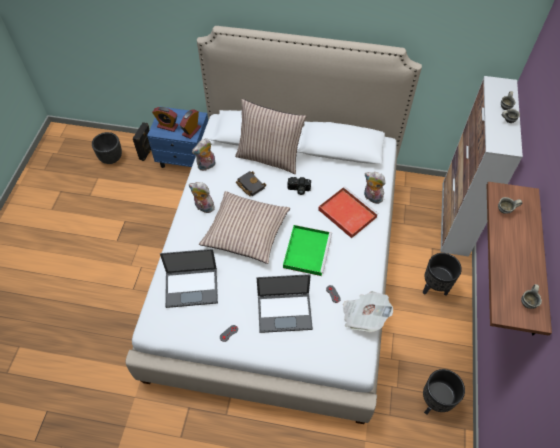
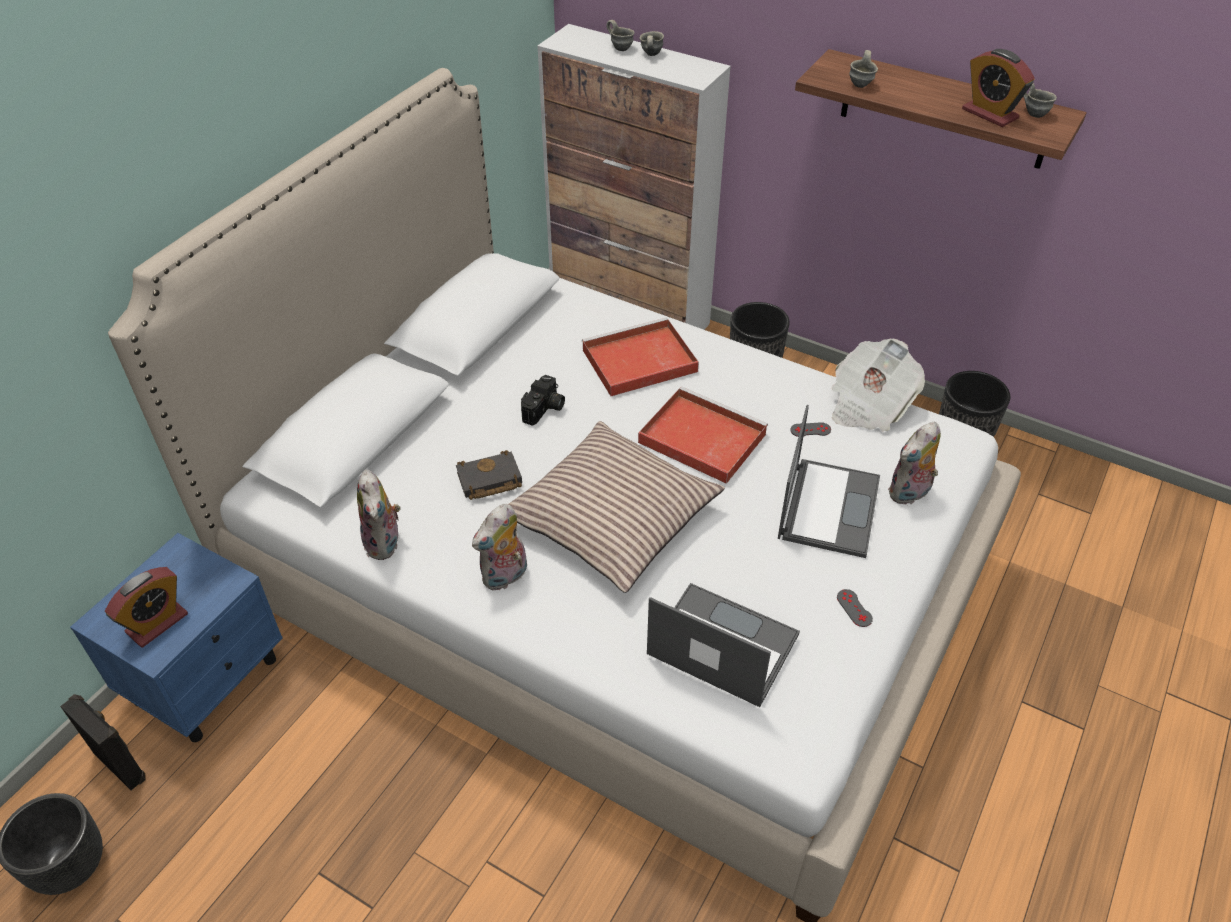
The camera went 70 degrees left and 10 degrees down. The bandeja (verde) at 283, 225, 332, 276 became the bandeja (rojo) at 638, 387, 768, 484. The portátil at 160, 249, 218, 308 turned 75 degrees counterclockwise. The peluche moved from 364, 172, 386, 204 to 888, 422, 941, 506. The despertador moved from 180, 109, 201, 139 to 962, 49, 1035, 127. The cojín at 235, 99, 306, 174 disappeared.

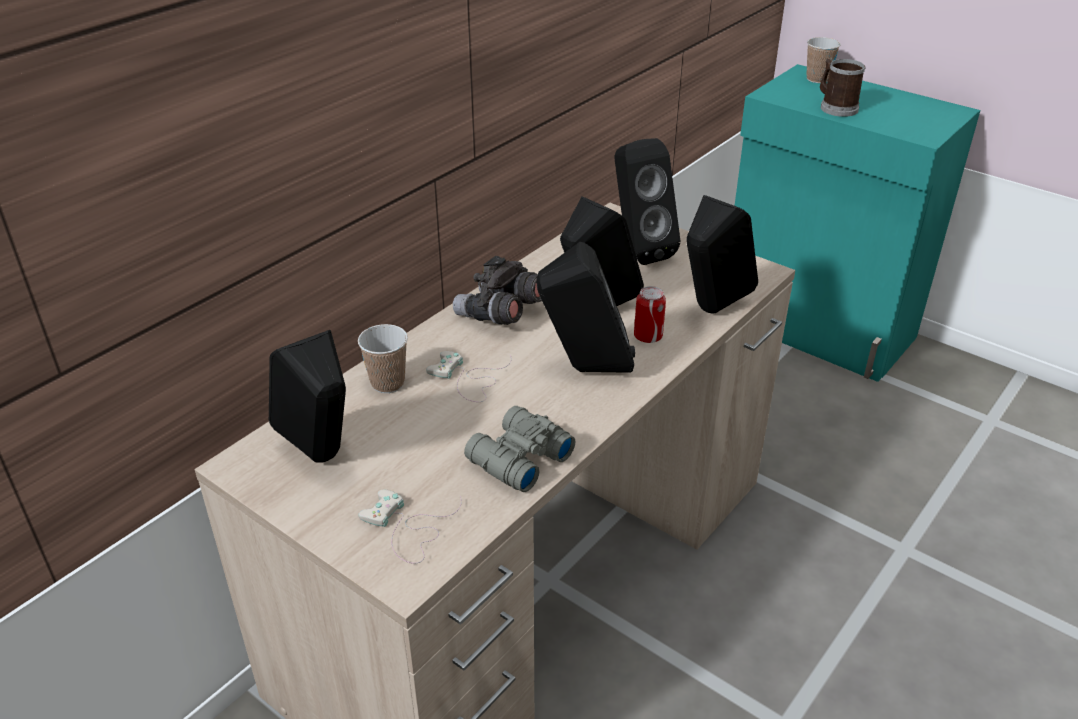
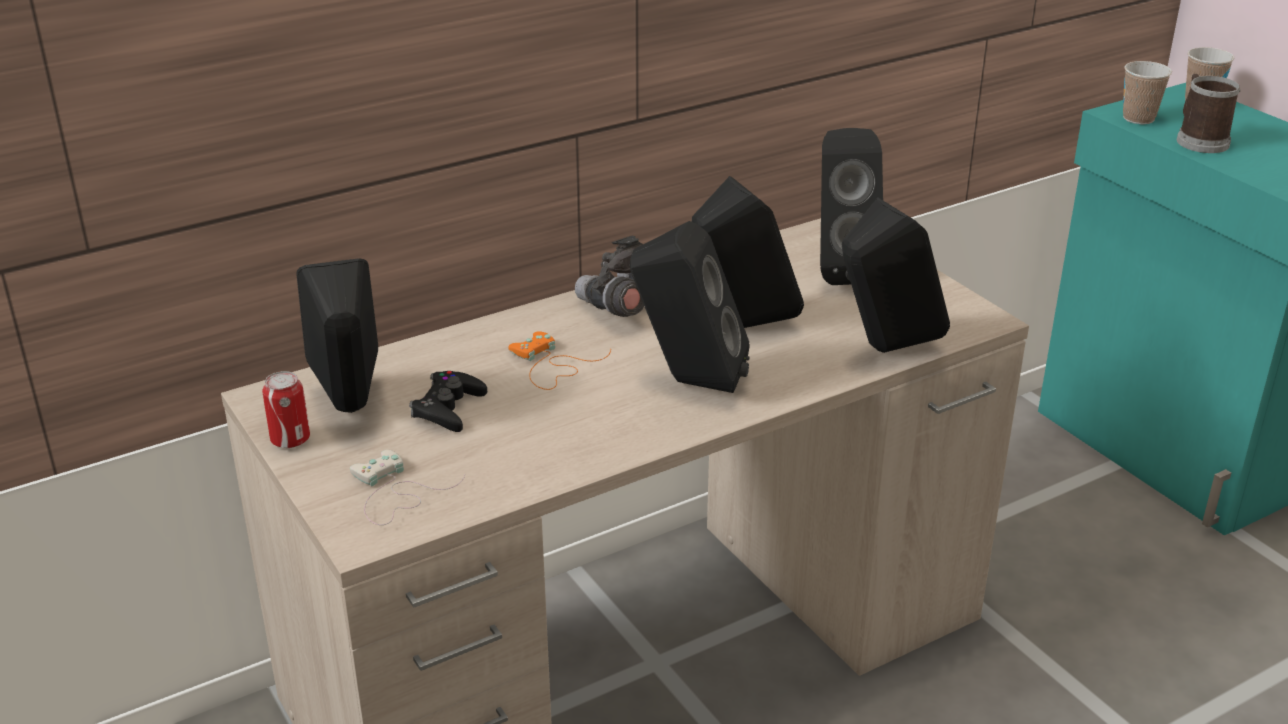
The camera went 20 degrees right and 5 degrees down. The lata moved from 634, 286, 666, 343 to 262, 371, 310, 448. The mando de consola (negro) at 409, 371, 487, 432 appeared. The mando de consola (blanco) at 426, 351, 512, 402 became the mando de consola (naranja) at 508, 331, 611, 390. The taza moved from 358, 324, 408, 393 to 1123, 61, 1172, 124. The prismáticos (gris) at 464, 406, 576, 492 disappeared.

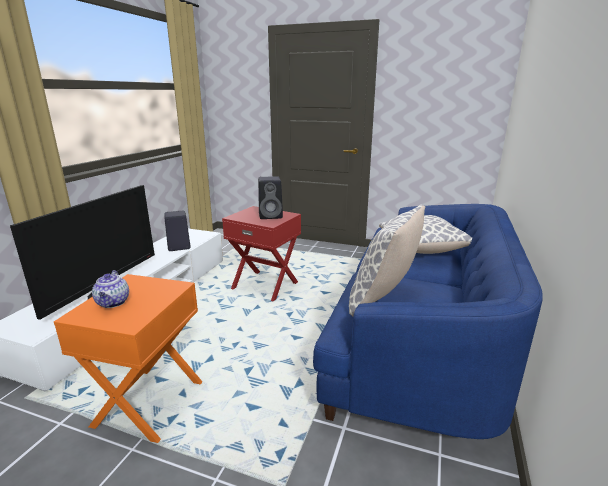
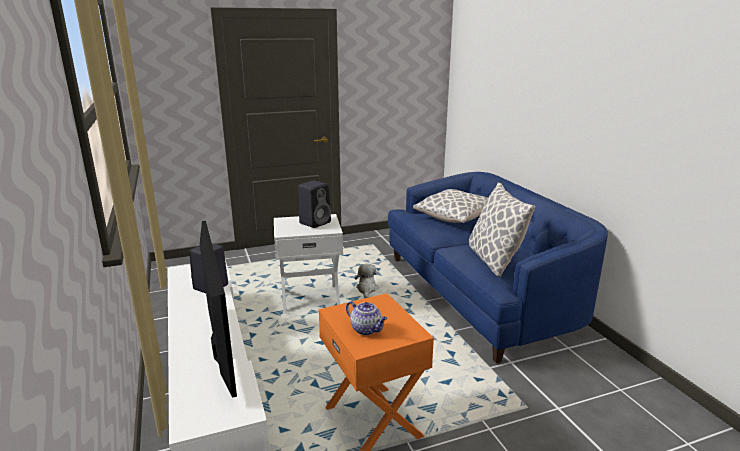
The camera went 40 degrees left and 0 degrees up. The mesa auxiliar (rojo) at 222, 206, 301, 301 became the mesa auxiliar (blanco) at 274, 214, 343, 314. The peluche at 355, 264, 379, 298 appeared.

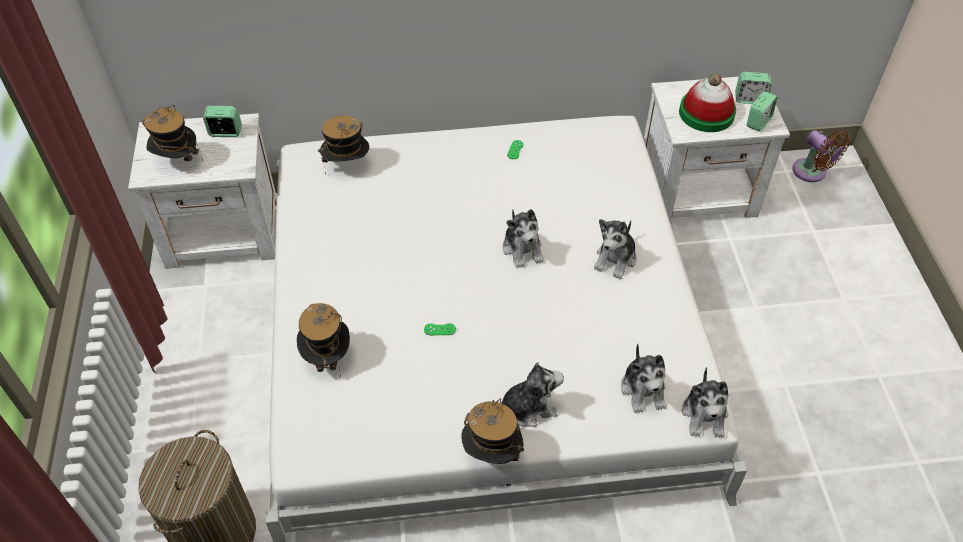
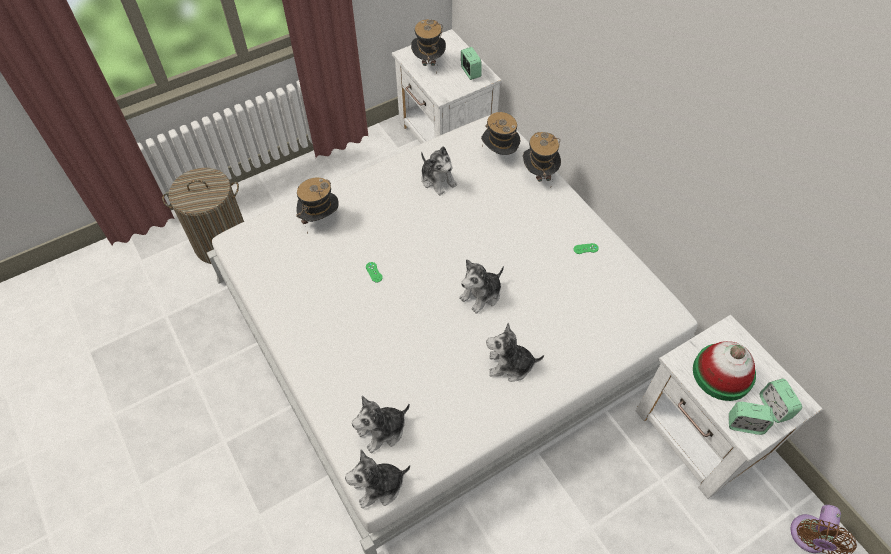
The camera went 65 degrees right and 5 degrees up. The peluche moved from 492, 362, 564, 427 to 421, 146, 457, 195. The sombrero moved from 461, 398, 524, 464 to 523, 132, 561, 182.

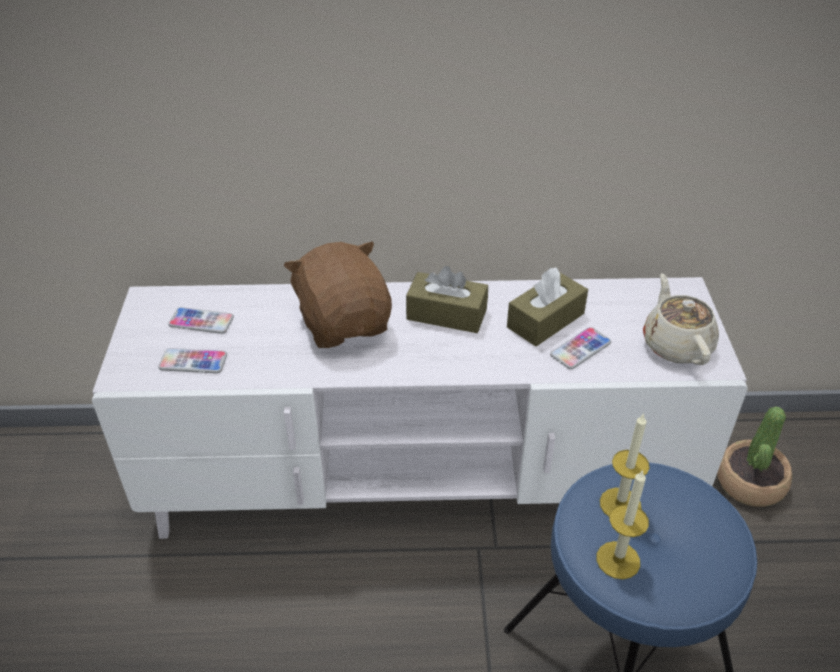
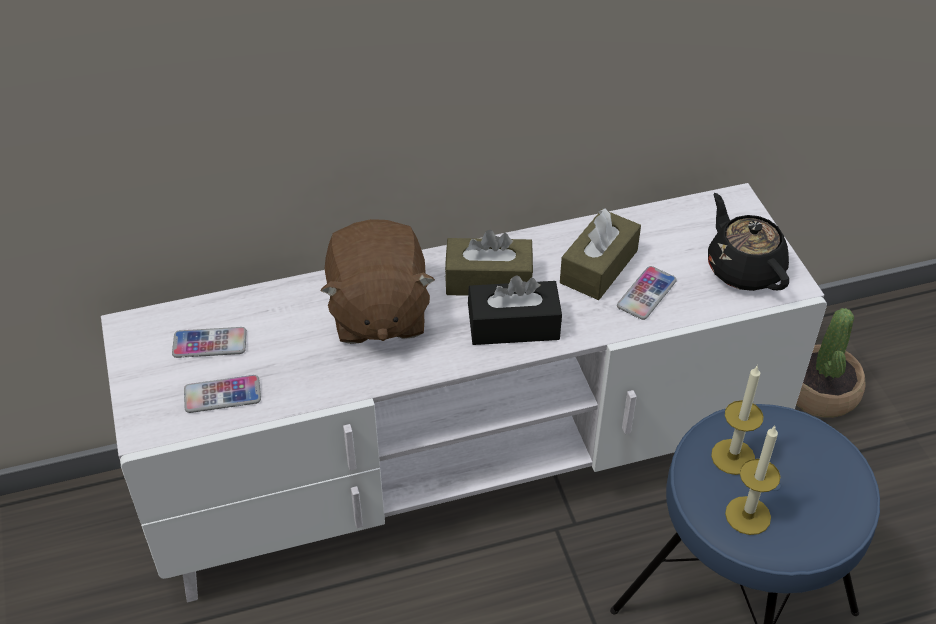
The camera went 15 degrees left and 5 degrees up. The peluche (marrón) at 284, 242, 392, 348 turned 150 degrees counterclockwise. The caja de pañuelos (negro) at 468, 275, 562, 345 appeared. The tetera (beis) at 643, 273, 719, 365 became the tetera (negro) at 708, 193, 789, 291.

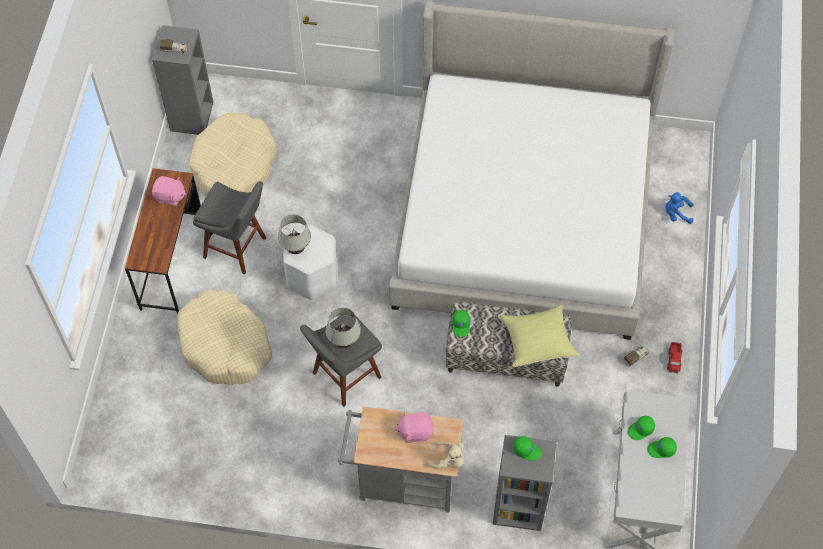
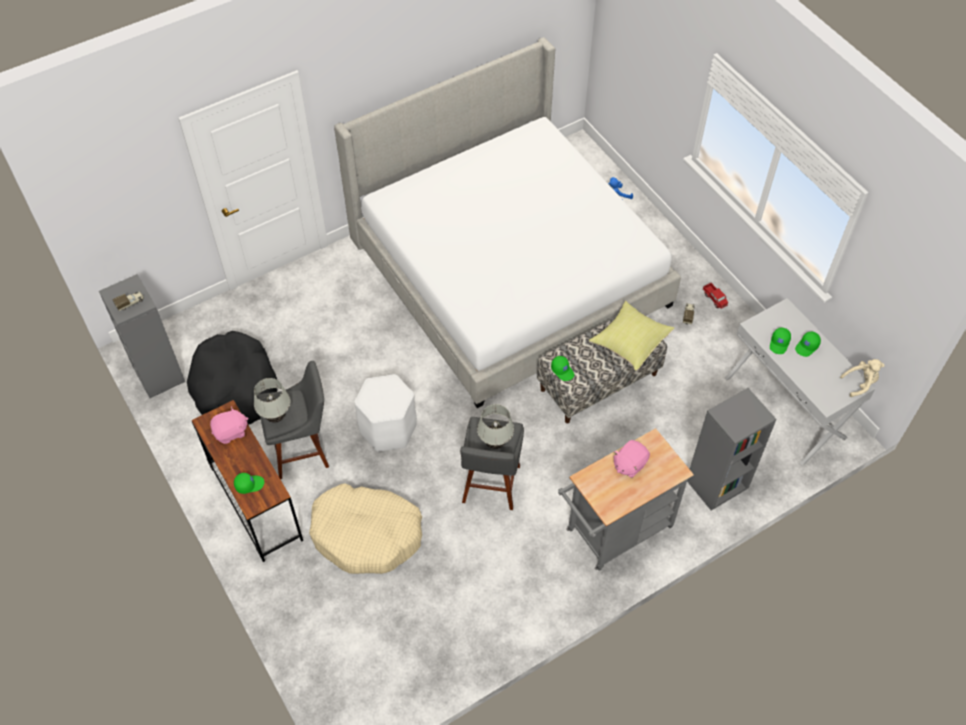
The camera went 40 degrees left and 5 degrees down. The cama para perro (beis) at 189, 112, 277, 196 became the cama para perro (negro) at 187, 331, 278, 425. The gorra (verde) moved from 513, 436, 542, 461 to 234, 473, 264, 494. The lámpara de mesa (blanco) moved from 278, 214, 311, 254 to 254, 378, 290, 423. The peluche (beis) moved from 427, 442, 464, 469 to 840, 359, 885, 397.

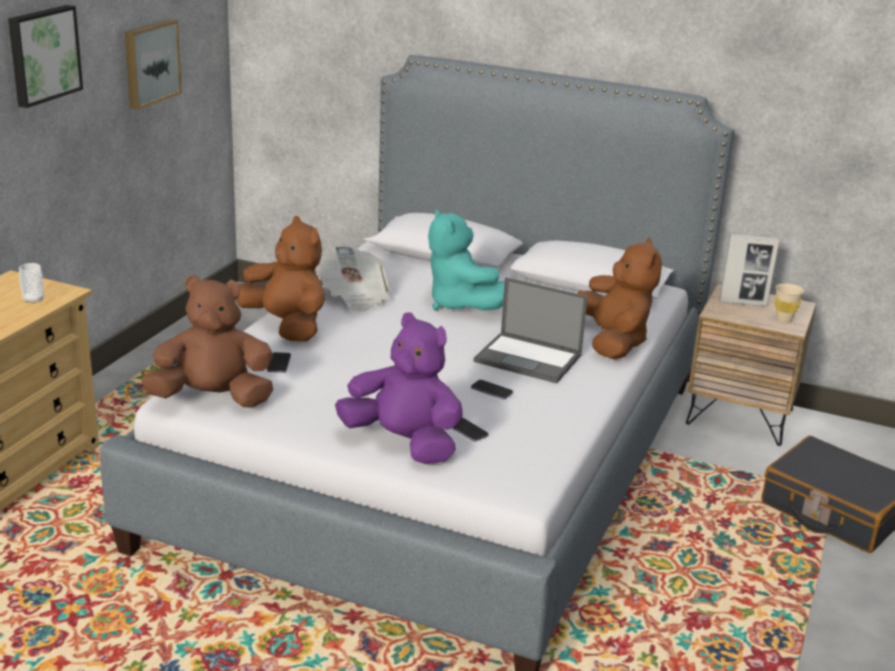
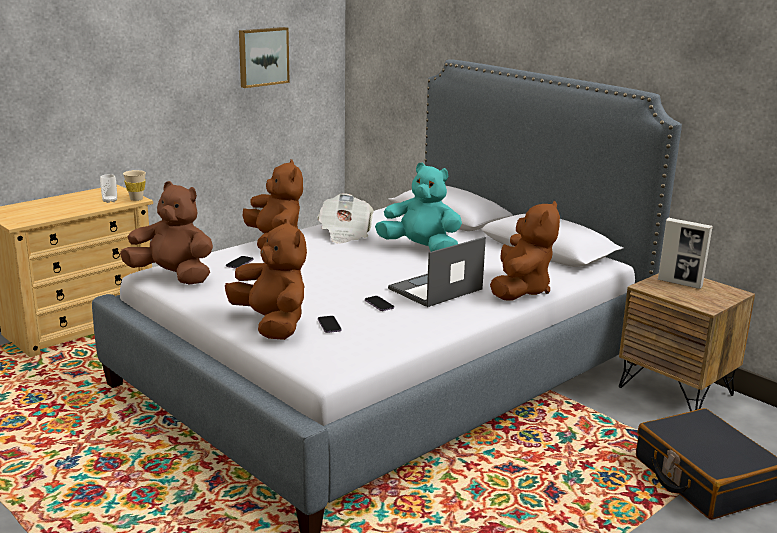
The camera went 25 degrees right and 5 degrees down. The taza (beis) moved from 775, 284, 804, 323 to 123, 170, 146, 201. The peluche (morado) at 335, 312, 463, 464 became the peluche (marrón) at 225, 219, 307, 340. The peluche (turquesa) at 428, 209, 505, 311 turned 120 degrees clockwise. The portátil at 473, 277, 588, 383 turned 90 degrees clockwise. The cuadro at 8, 5, 83, 108 disappeared.

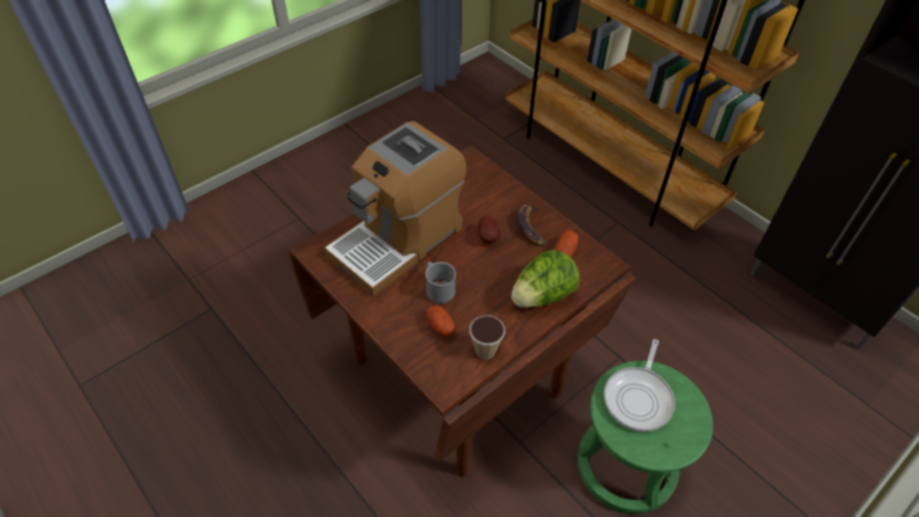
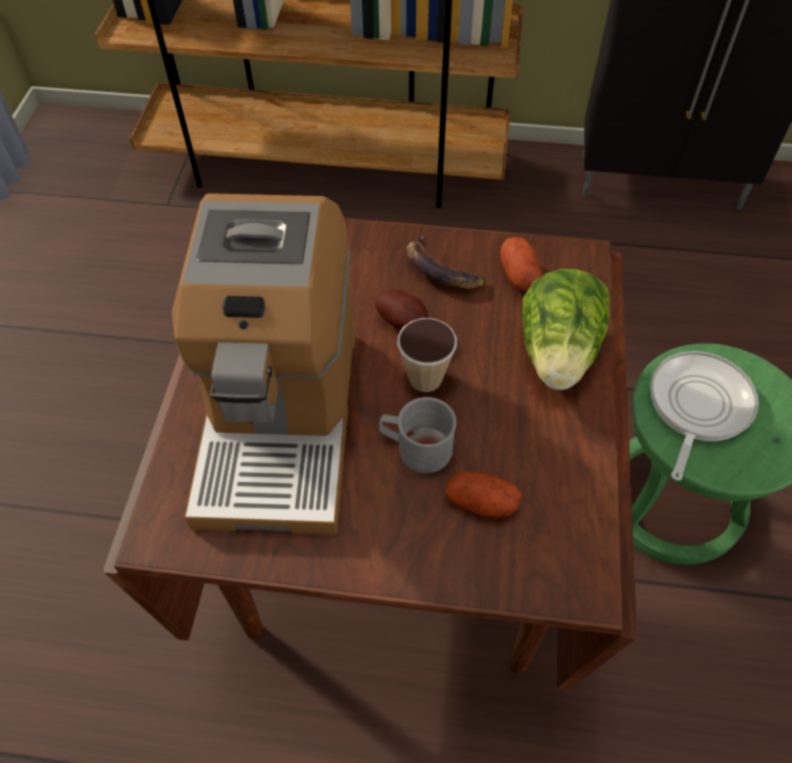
The camera went 40 degrees left and 5 degrees up. The taza moved from 469, 316, 505, 359 to 397, 318, 457, 392. The sartén at 604, 339, 675, 432 turned 135 degrees counterclockwise.

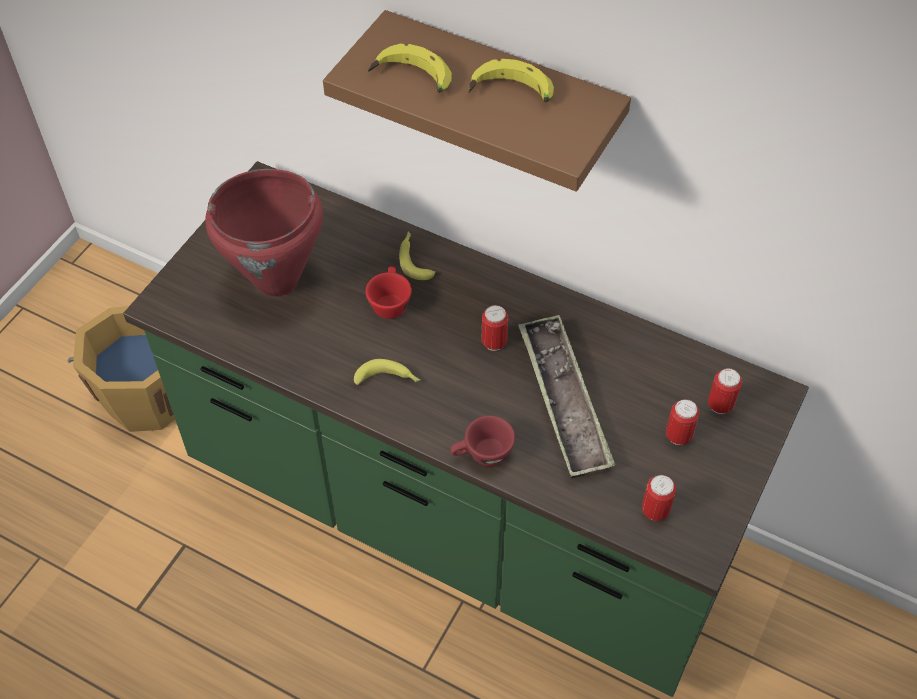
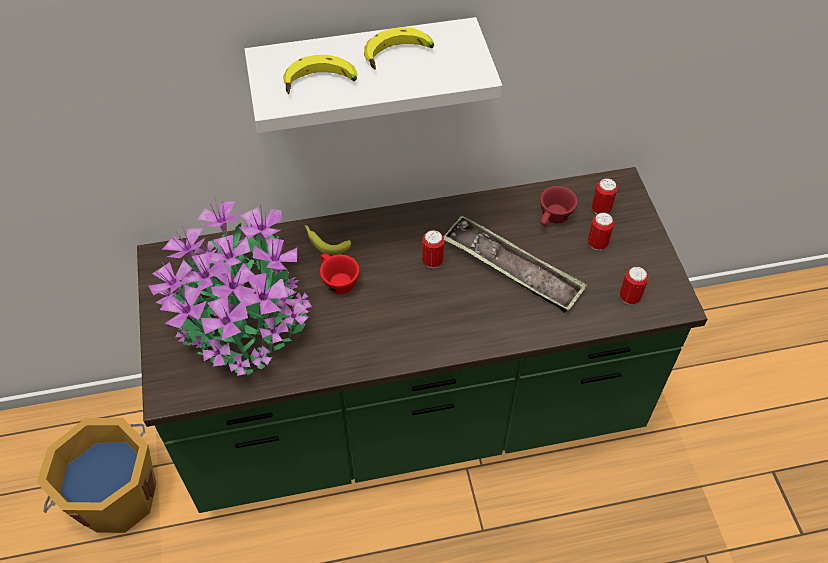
The camera went 40 degrees left and 0 degrees up. The olla (rojo) at 205, 169, 323, 297 was replaced by the planta en maceta at 149, 197, 312, 376. The estante (marrón) at 323, 10, 631, 192 became the estante (blanco) at 244, 17, 502, 133. The taza (rojo) moved from 451, 416, 515, 466 to 540, 186, 578, 226. The plátano at 354, 359, 420, 385 disappeared.

